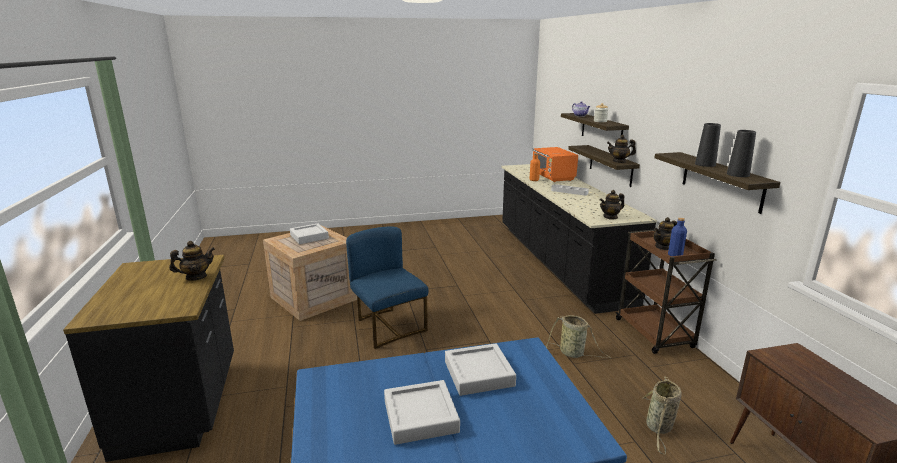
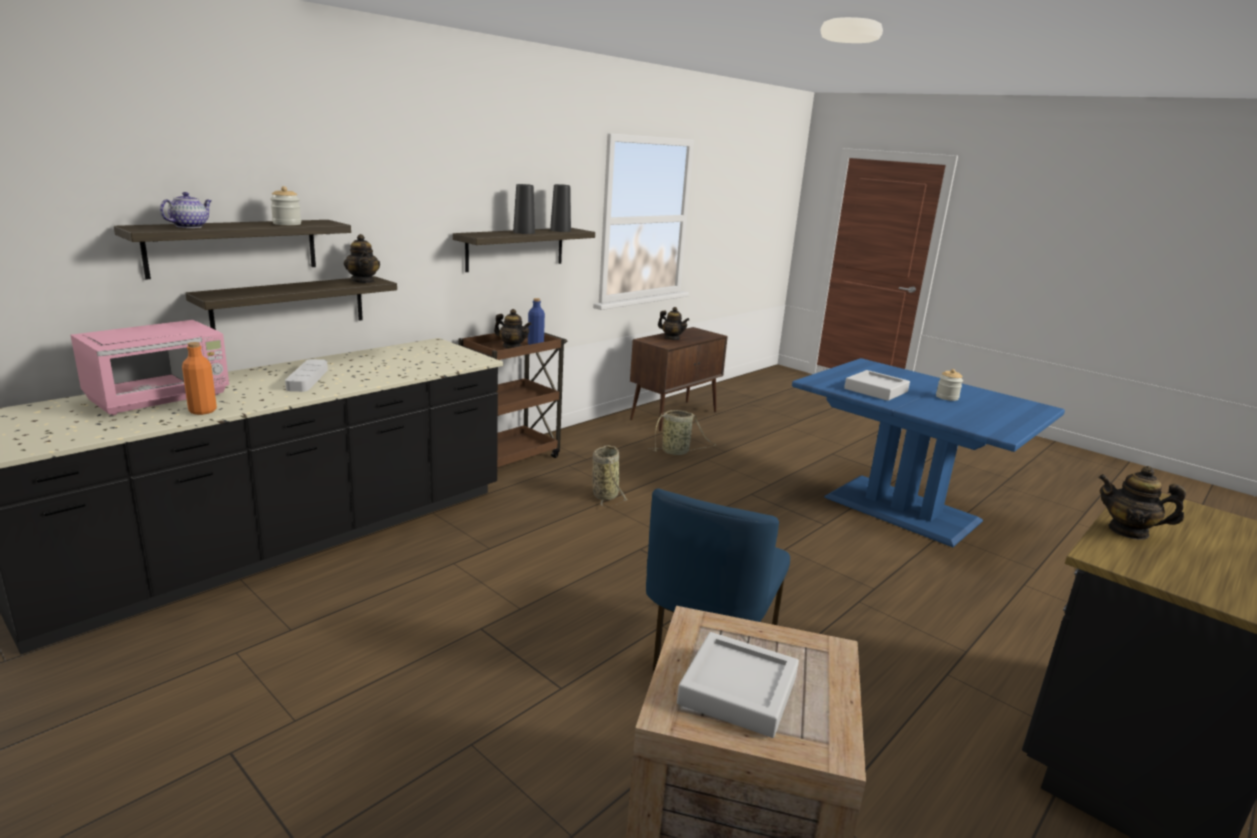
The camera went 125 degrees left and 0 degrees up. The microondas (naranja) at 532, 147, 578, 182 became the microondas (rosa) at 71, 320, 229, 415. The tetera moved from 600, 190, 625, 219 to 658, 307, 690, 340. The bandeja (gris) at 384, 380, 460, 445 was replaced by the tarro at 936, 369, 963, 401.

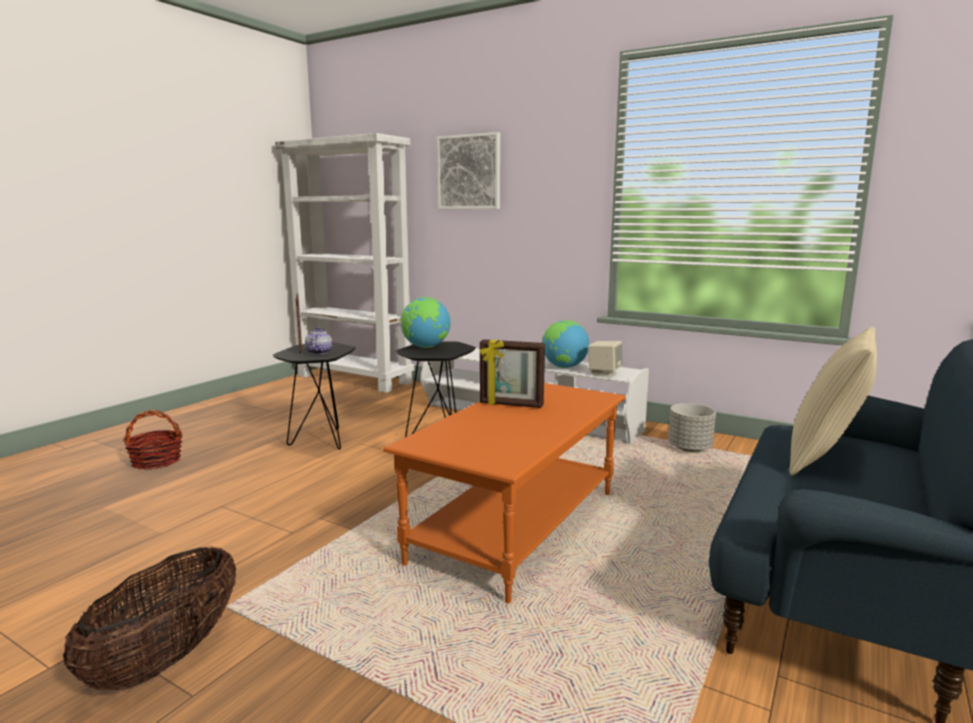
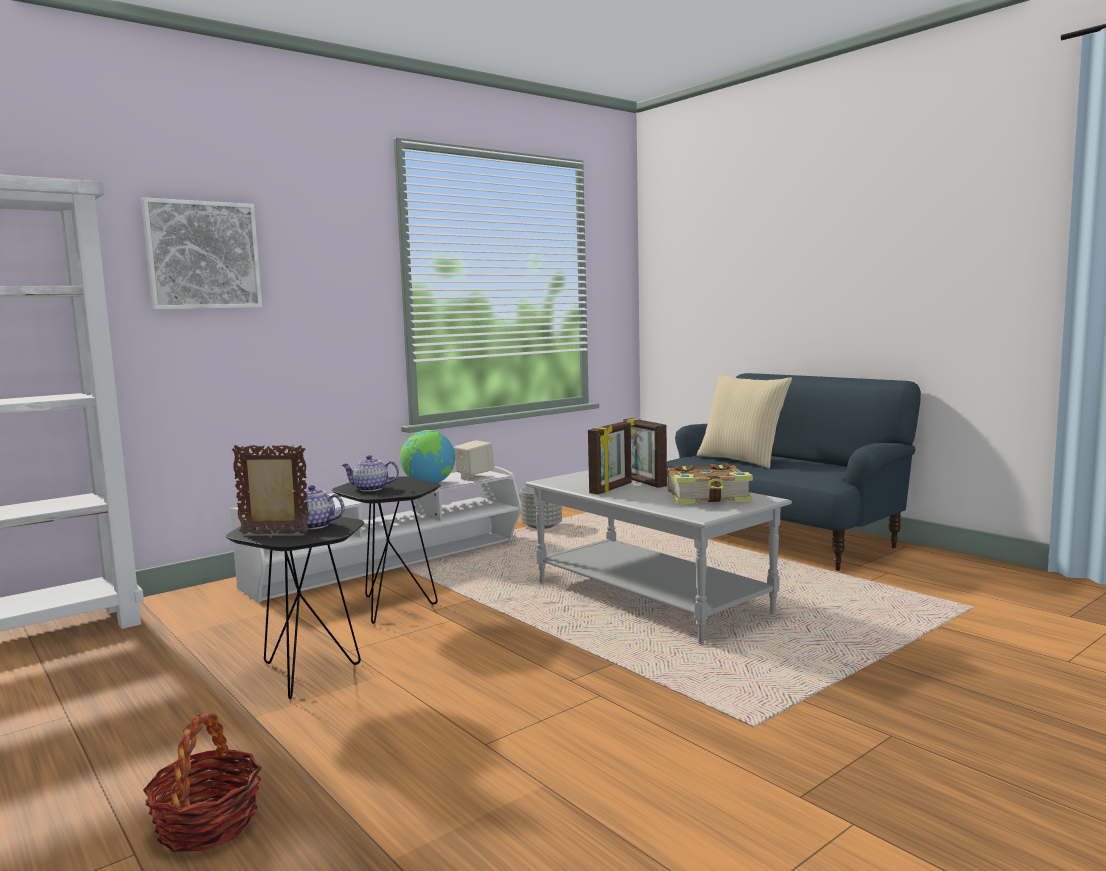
The camera went 70 degrees left and 5 degrees down. The globo terráqueo at 400, 297, 450, 348 was replaced by the tetera at 342, 455, 399, 492. The mesa de centro (naranja) at 383, 383, 626, 603 became the mesa de centro (gris) at 525, 470, 792, 644. The portarretratos at 623, 418, 667, 488 appeared. The libro at 667, 464, 753, 505 appeared. The cesta at 63, 546, 237, 690 disappeared.

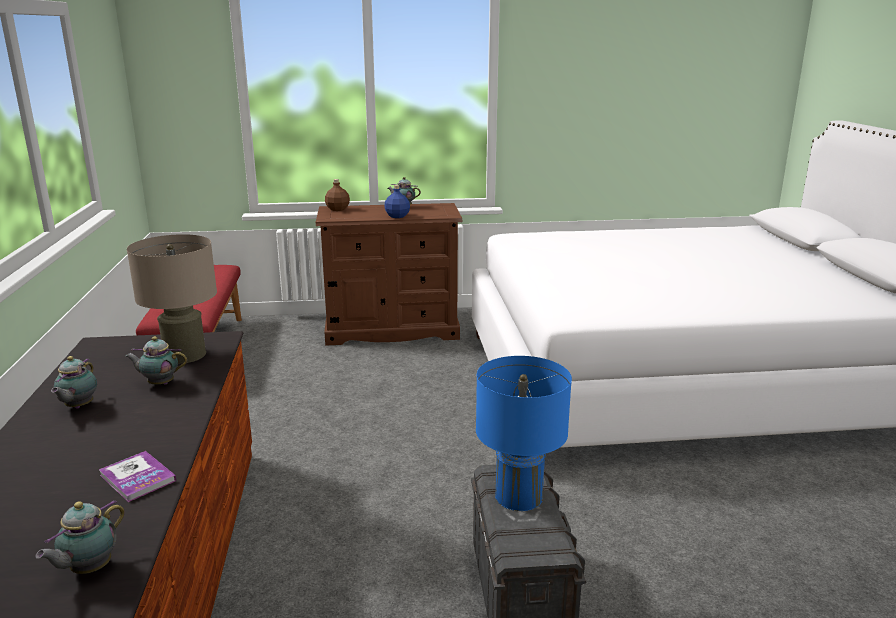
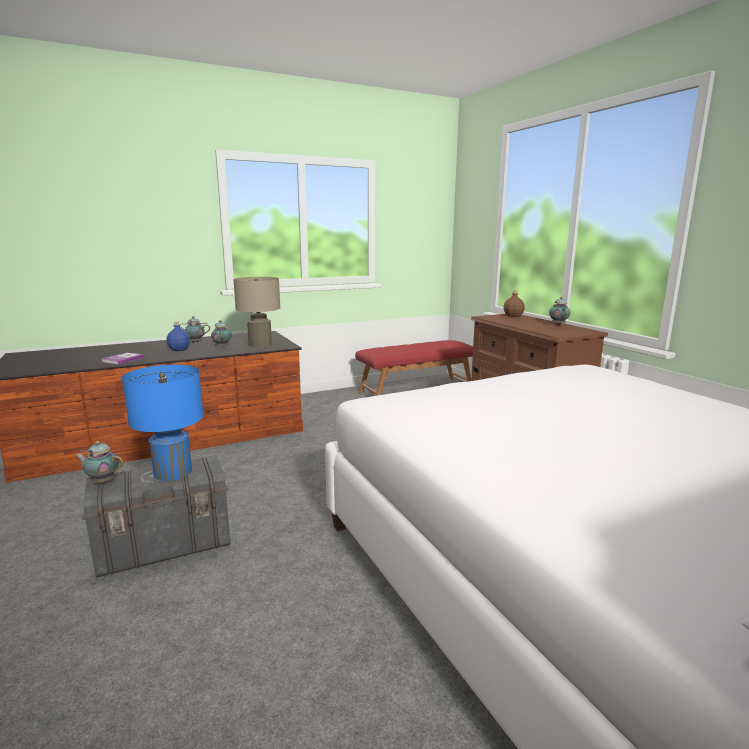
The camera went 70 degrees right and 5 degrees down. The tetera moved from 35, 500, 125, 574 to 76, 441, 123, 483. The botella (azul) moved from 384, 185, 410, 218 to 166, 321, 190, 351.

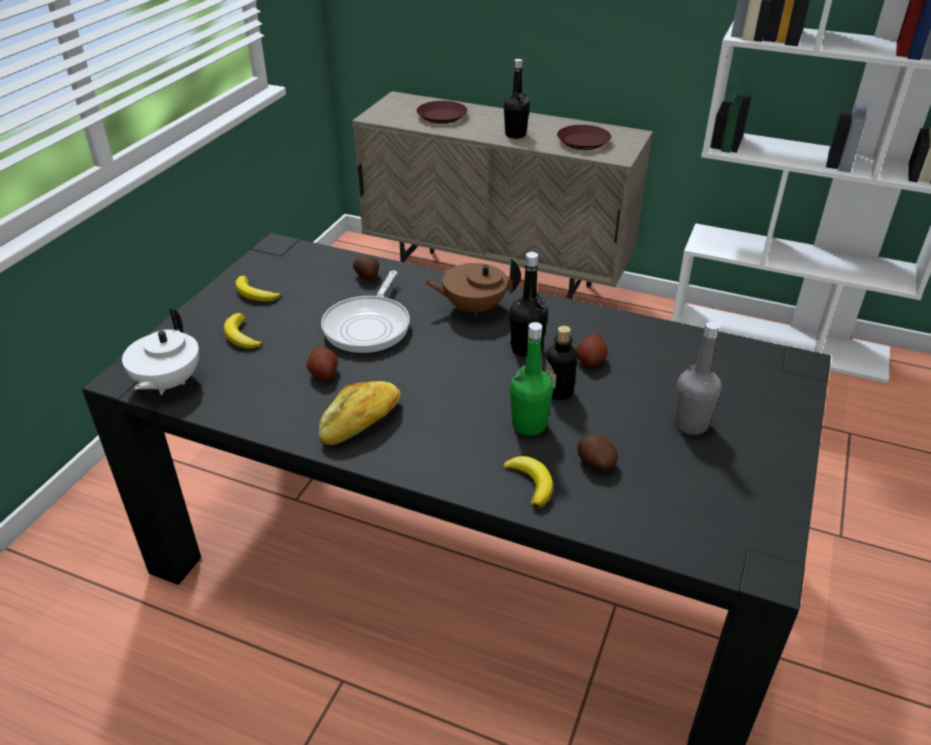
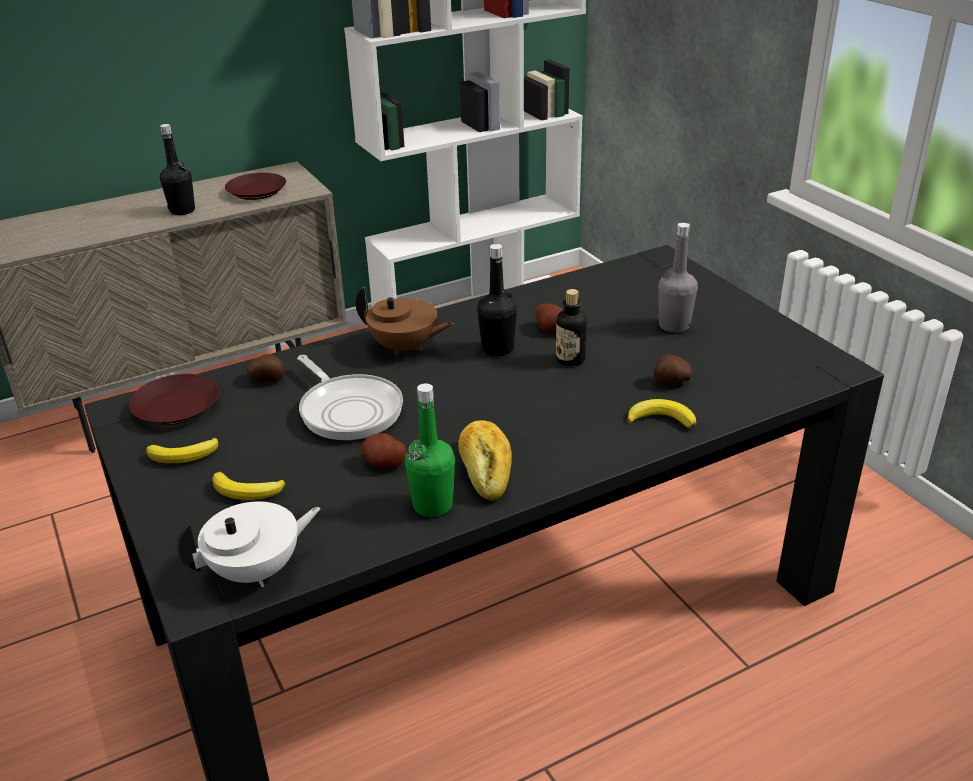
The camera went 50 degrees left and 5 degrees down. The plato (marrón) moved from 417, 101, 468, 124 to 129, 374, 219, 425. The tetera (blanco) at 122, 309, 199, 395 turned 75 degrees counterclockwise. The tetera (marrón) at 424, 258, 521, 317 turned 105 degrees counterclockwise. The botella (verde) moved from 510, 322, 553, 436 to 405, 383, 455, 517.

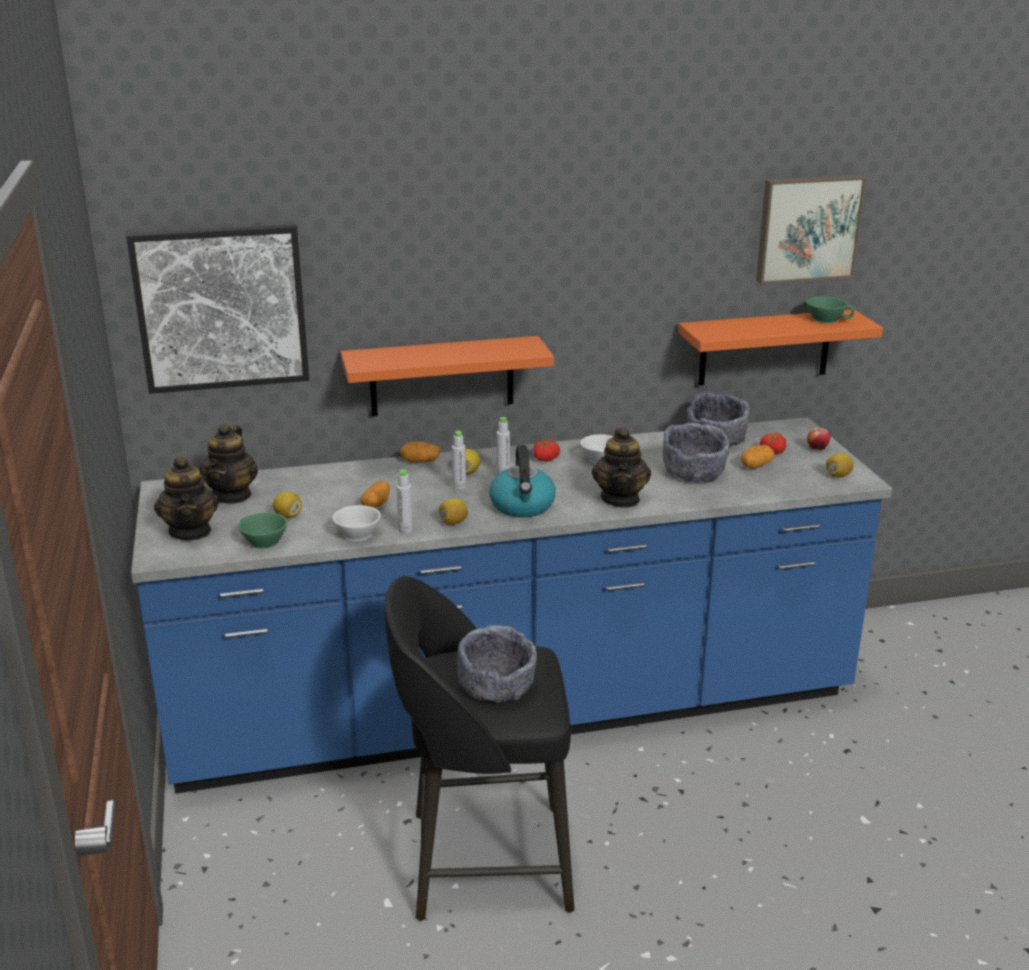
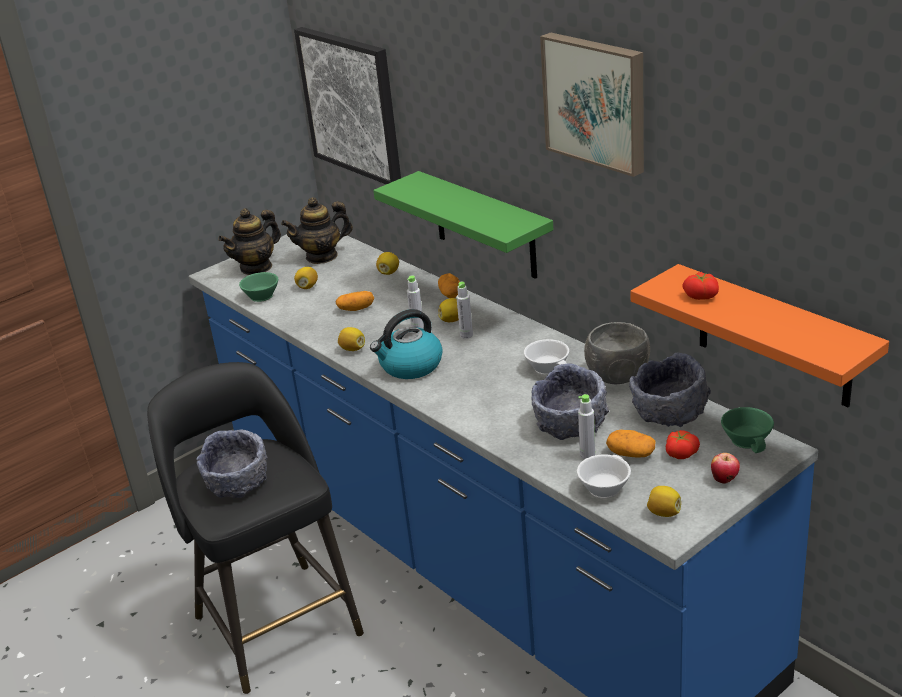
The camera went 65 degrees right and 5 degrees up. The estante (naranja) at 341, 336, 554, 416 became the estante (verde) at 373, 171, 553, 279. The limón at 376, 252, 399, 275 appeared. The cuadro moved from 756, 175, 866, 284 to 540, 33, 644, 177. The taza (blanco) moved from 332, 505, 381, 541 to 577, 454, 631, 498. The botella (gris) moved from 396, 469, 413, 533 to 578, 394, 595, 459. The cuenco (gris) at 584, 322, 650, 384 appeared. The tomate moved from 533, 440, 560, 462 to 682, 272, 719, 300. The taza (verde) moved from 806, 296, 854, 323 to 721, 407, 774, 453. The tetera at 592, 427, 651, 508 disappeared.

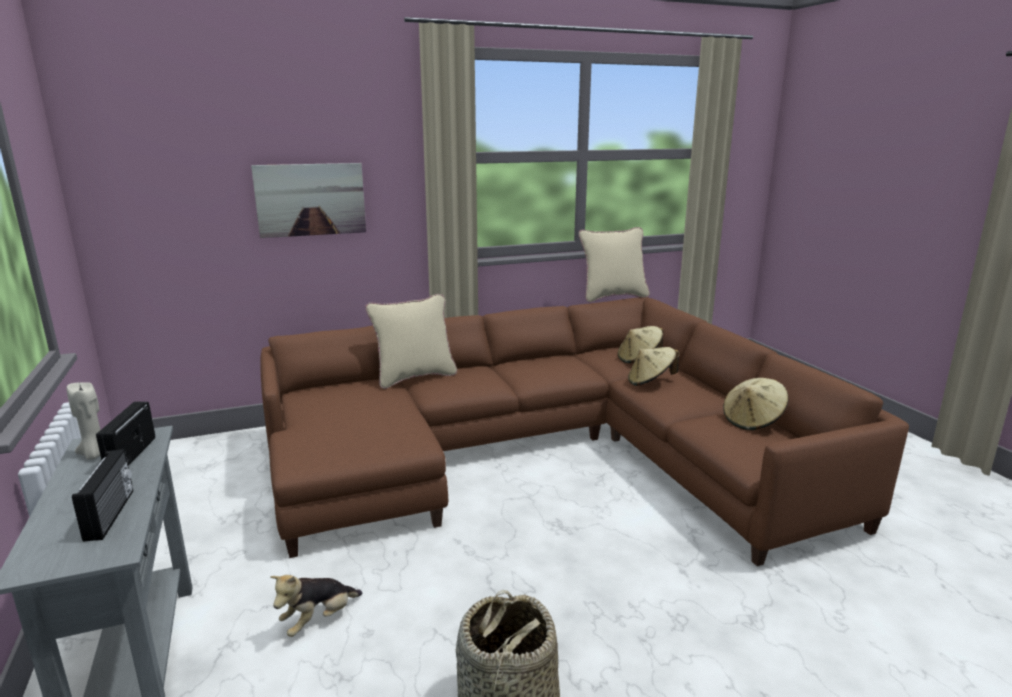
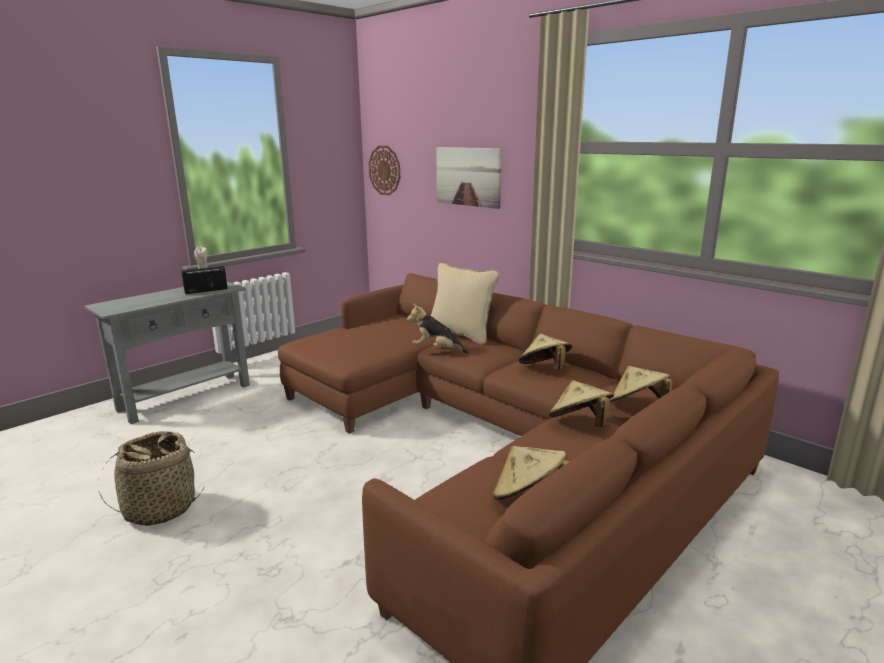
The camera went 65 degrees right and 0 degrees up. The reloj de pared at 368, 146, 400, 195 appeared. The peluche moved from 270, 575, 362, 637 to 407, 303, 470, 354. The sombrero (beis) at 519, 334, 573, 370 appeared. The radio at 72, 449, 133, 542 disappeared. The cojín (beis) at 579, 227, 650, 302 disappeared.

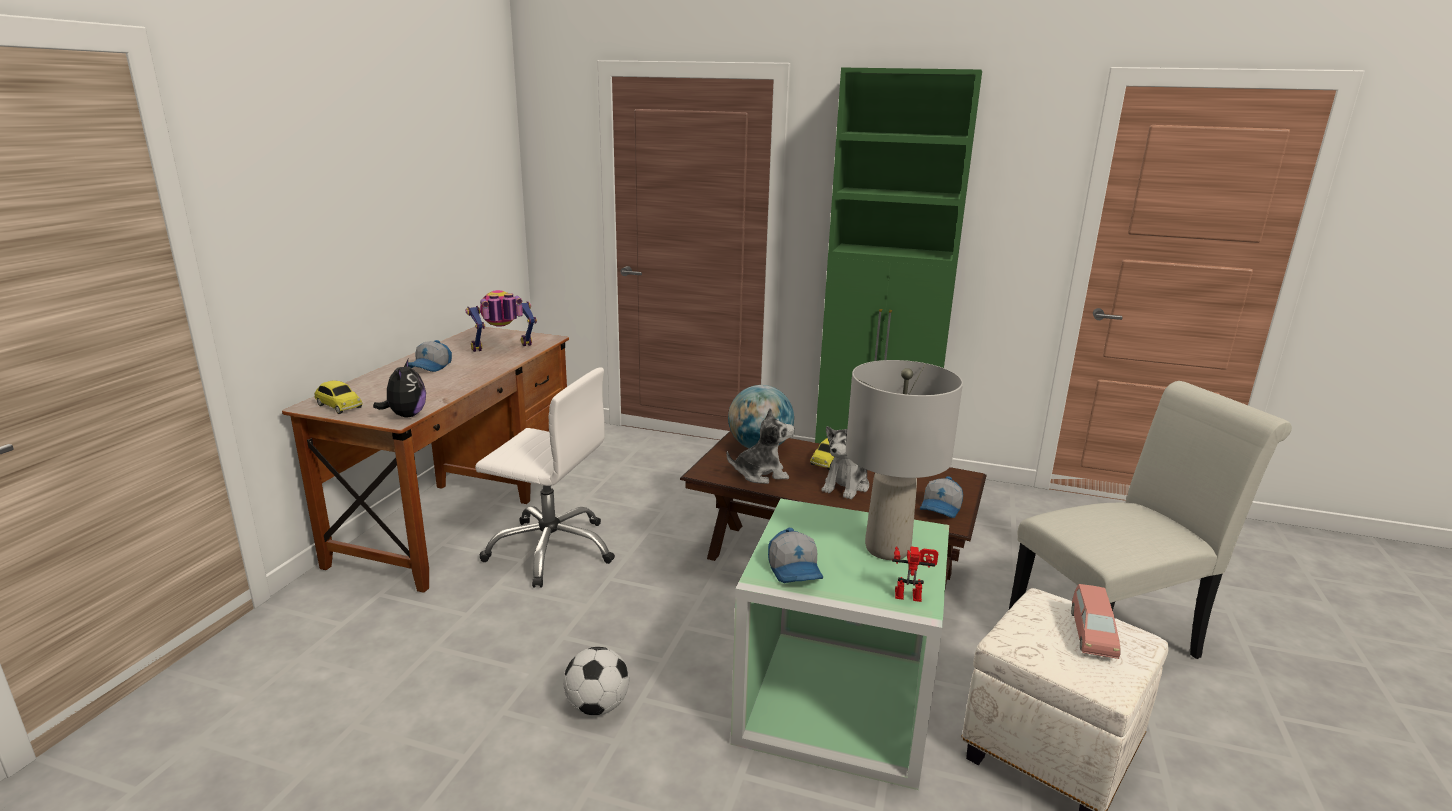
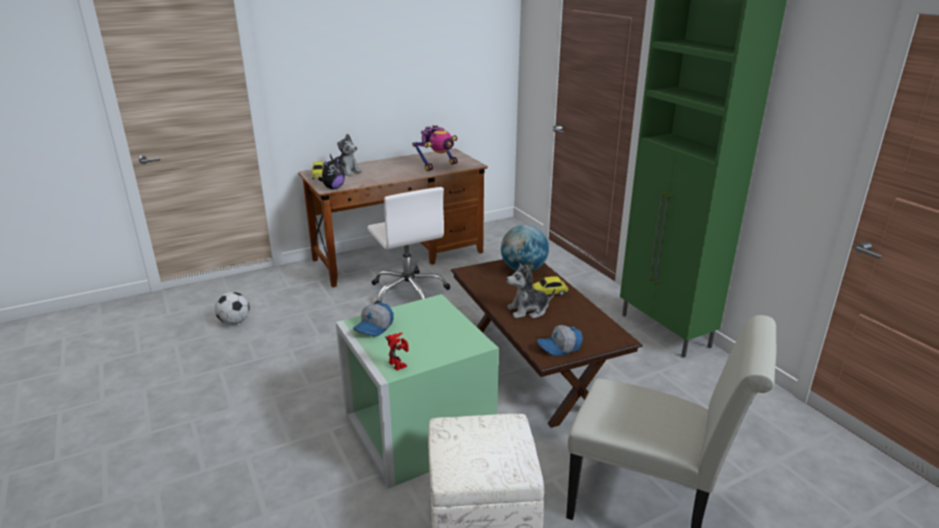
The camera went 45 degrees right and 5 degrees up. The balón de fútbol moved from 563, 647, 629, 716 to 215, 292, 250, 325. The peluche moved from 726, 408, 795, 484 to 330, 133, 362, 176. The robot de juguete at 465, 290, 537, 352 turned 120 degrees clockwise. The gorra at 408, 340, 452, 372 disappeared. The lámpara de mesa (gris) at 846, 360, 963, 560 disappeared. The coche de juguete (rosa) at 1071, 584, 1121, 659 disappeared.

